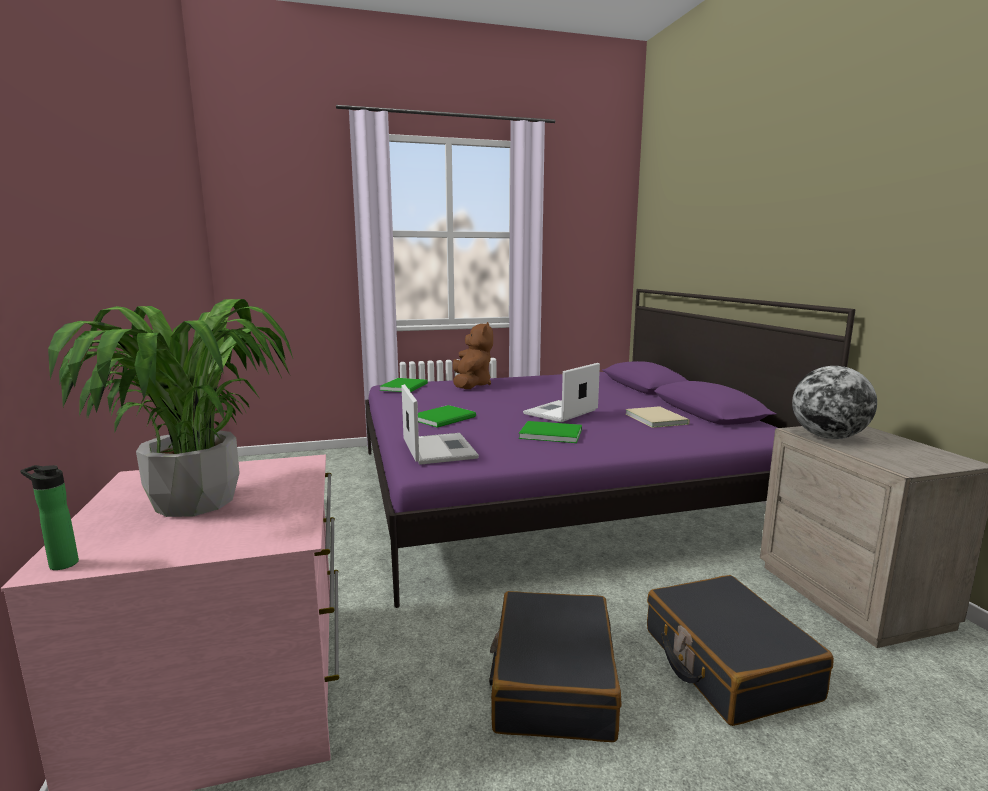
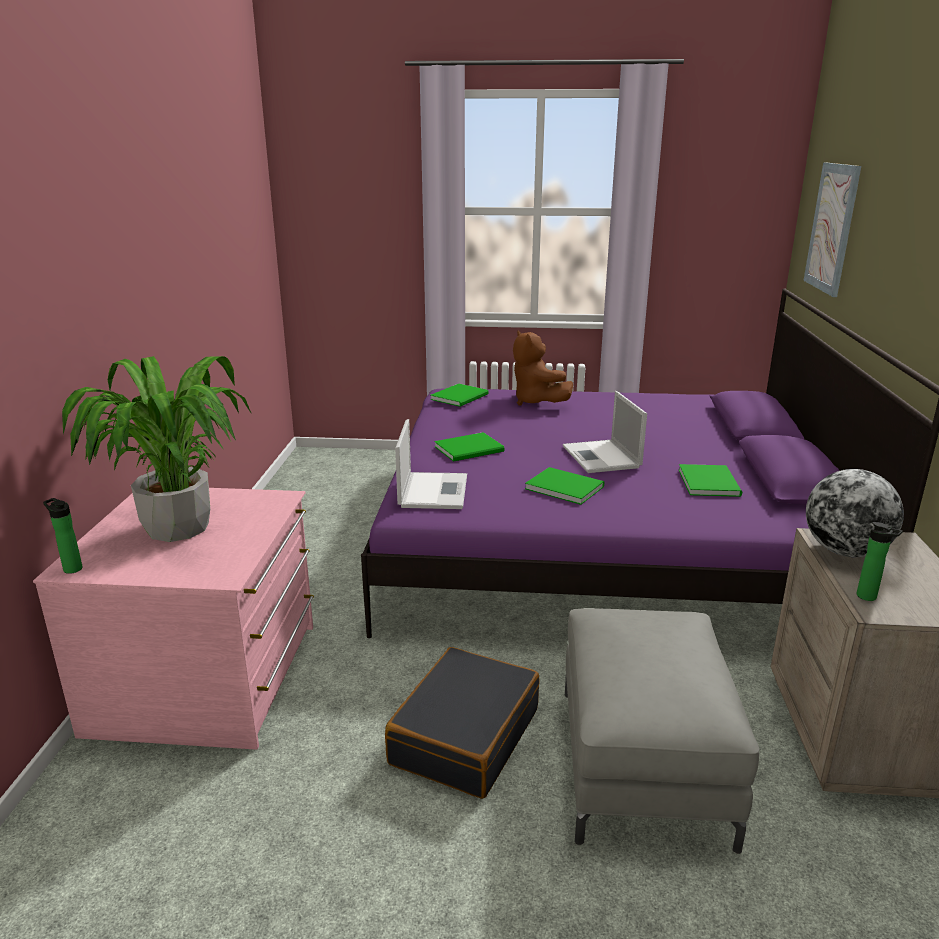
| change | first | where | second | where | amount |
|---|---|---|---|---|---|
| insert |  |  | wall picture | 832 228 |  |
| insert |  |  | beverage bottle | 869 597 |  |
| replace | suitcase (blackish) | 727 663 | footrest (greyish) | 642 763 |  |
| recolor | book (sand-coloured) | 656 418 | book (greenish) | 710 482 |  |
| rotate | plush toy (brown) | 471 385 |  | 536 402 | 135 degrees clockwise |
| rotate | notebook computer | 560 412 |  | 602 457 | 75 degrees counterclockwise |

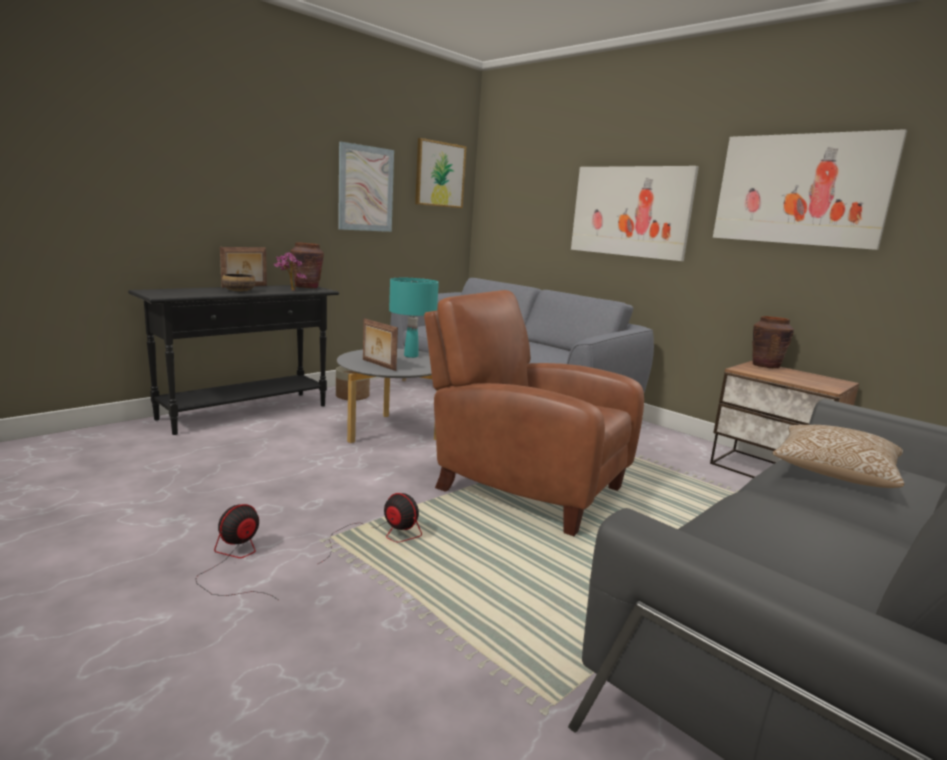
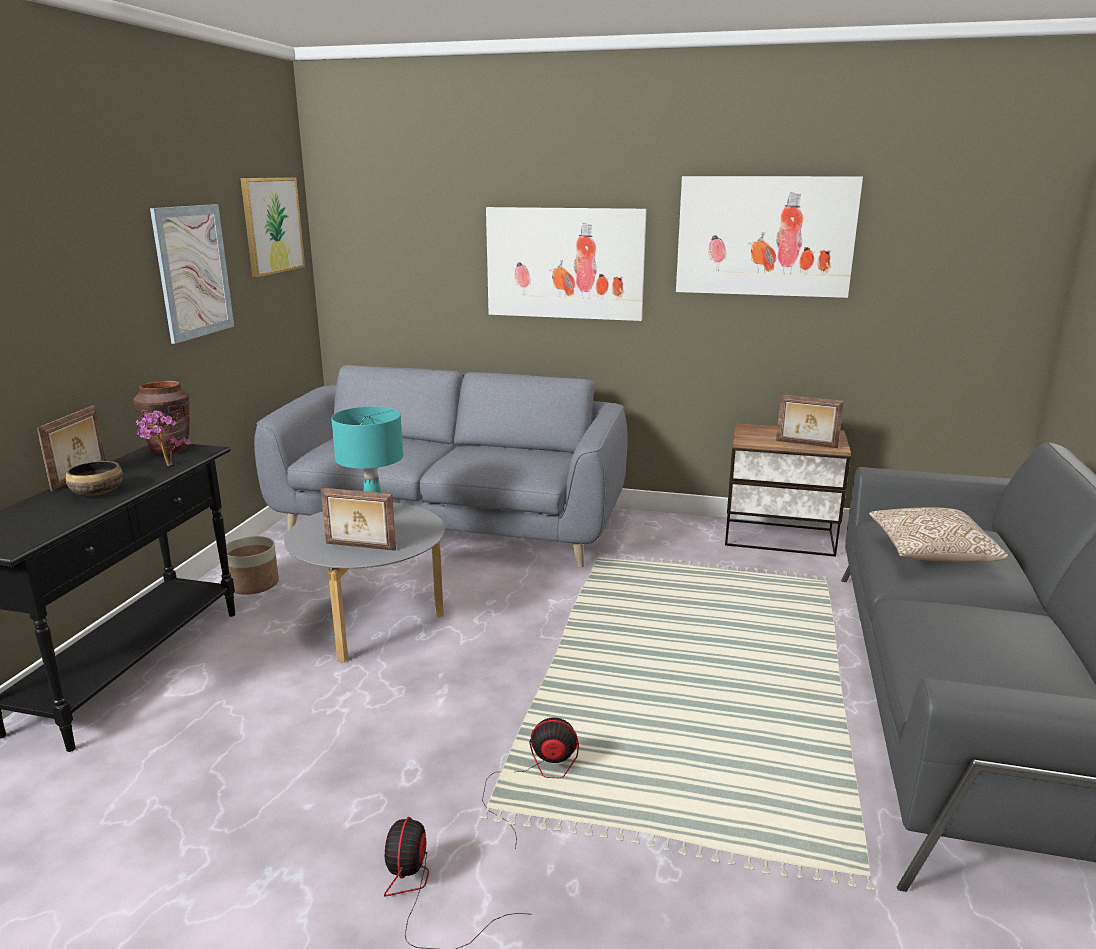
| change | first | where | second | where | amount |
|---|---|---|---|---|---|
| delete | lounge chair (brown) | 524 486 |  |  |  |
| delete | flower vase (brown) | 765 366 |  |  |  |
| insert |  |  | photo frame | 806 444 |  |

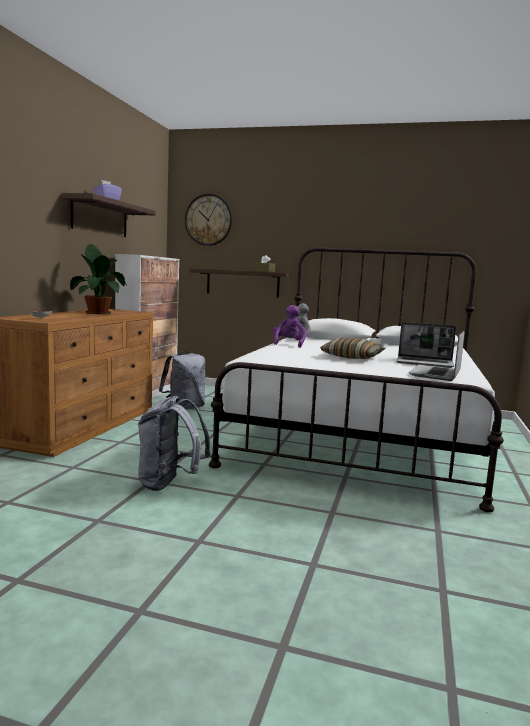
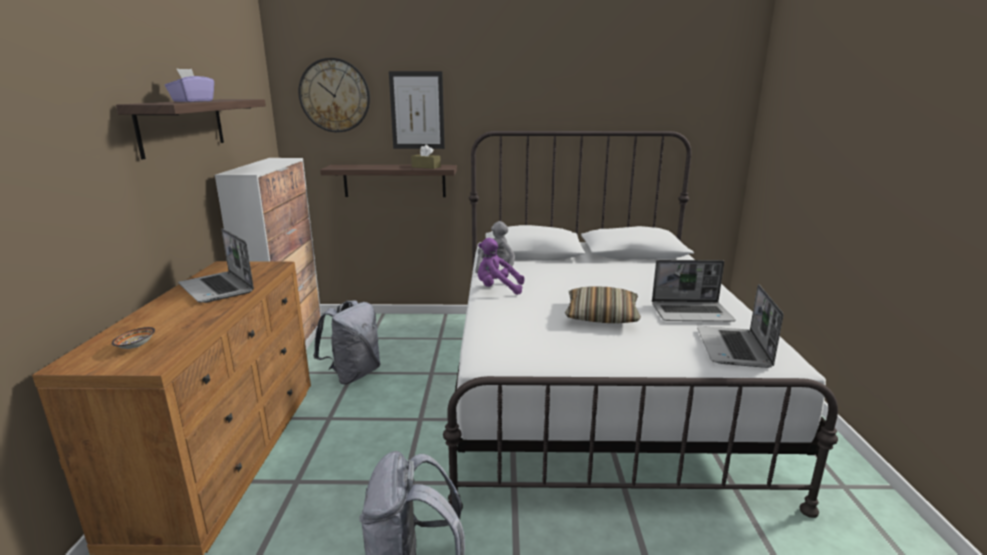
| change | first | where | second | where | amount |
|---|---|---|---|---|---|
| insert |  |  | wall picture | 417 110 |  |
| replace | potted plant | 98 313 | notebook computer | 218 288 |  |
| rotate | plush toy (purplish) | 288 344 |  | 497 289 | 75 degrees counterclockwise |

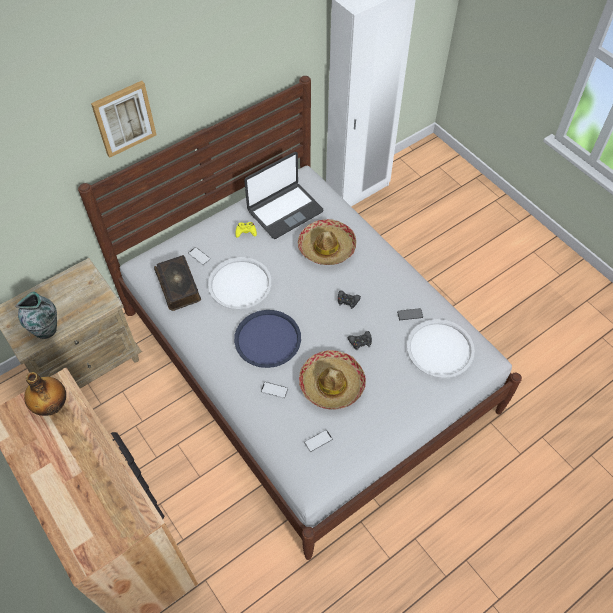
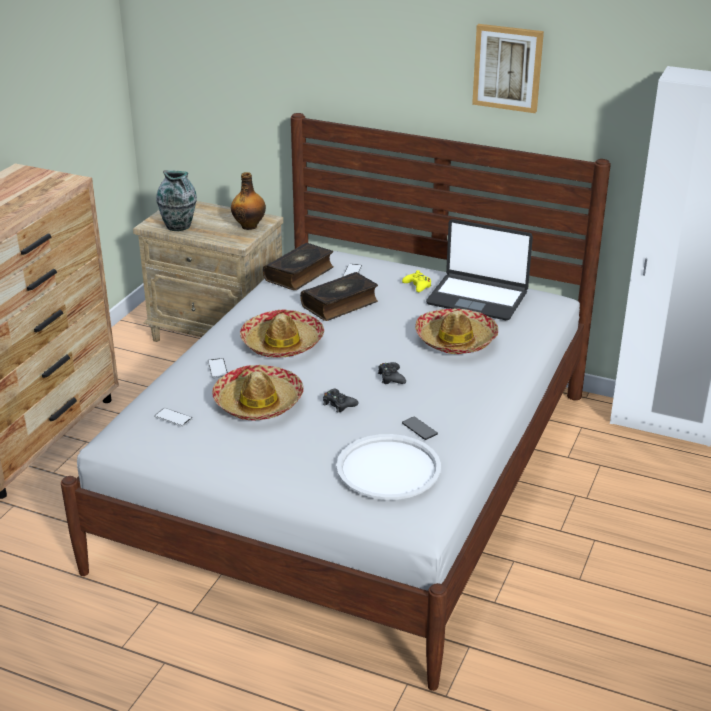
| change | first | where | second | where | amount |
|---|---|---|---|---|---|
| move | beverage bottle | 52 405 |  | 249 226 |  |
| move | wall picture | 124 118 |  | 508 67 |  |
| replace | carrying tray (white) | 240 284 | book | 340 304 |  |
| replace | carrying tray (blue-coloured) | 268 339 | hat | 282 343 |  |

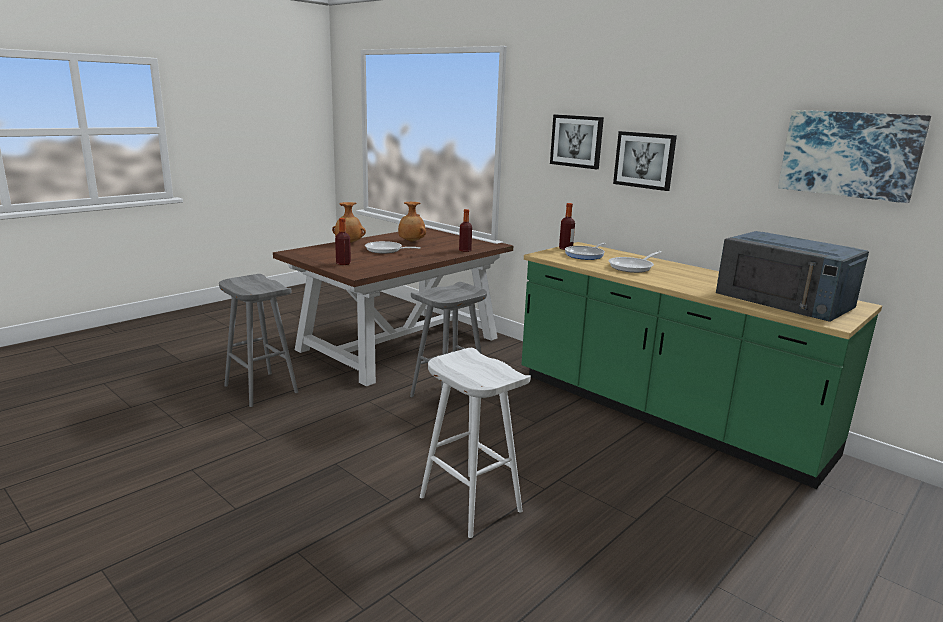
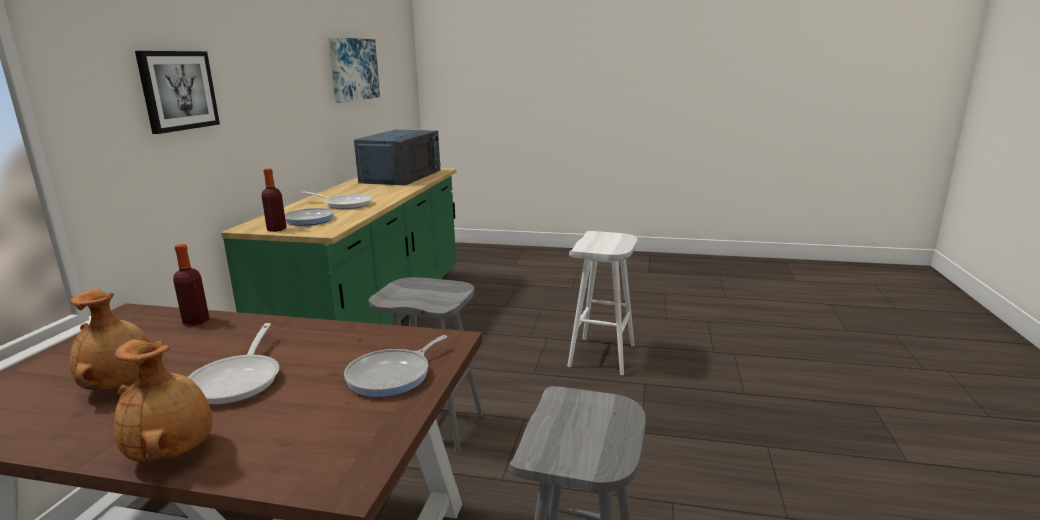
| change | first | where | second | where | amount |
|---|---|---|---|---|---|
| delete | wall picture | 644 160 |  |  |  |
| replace | beverage bottle | 343 263 | skillet | 392 376 |  |

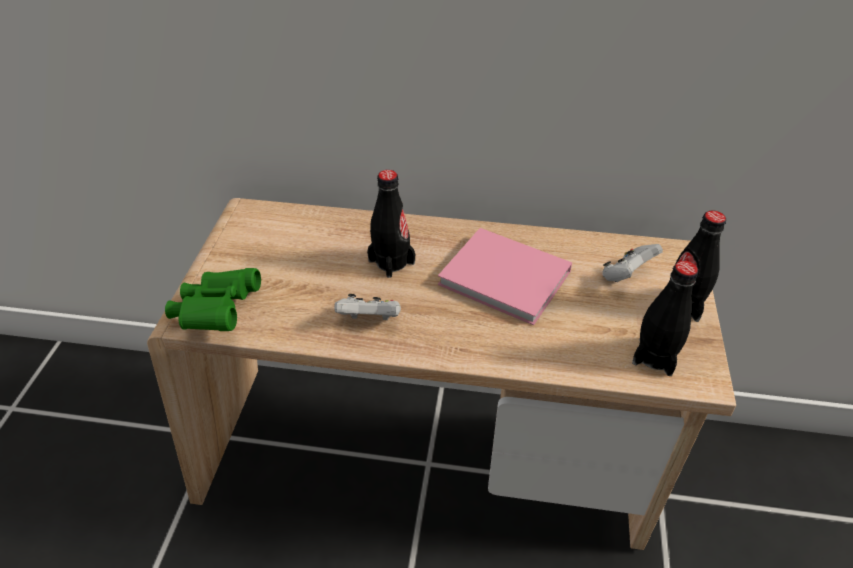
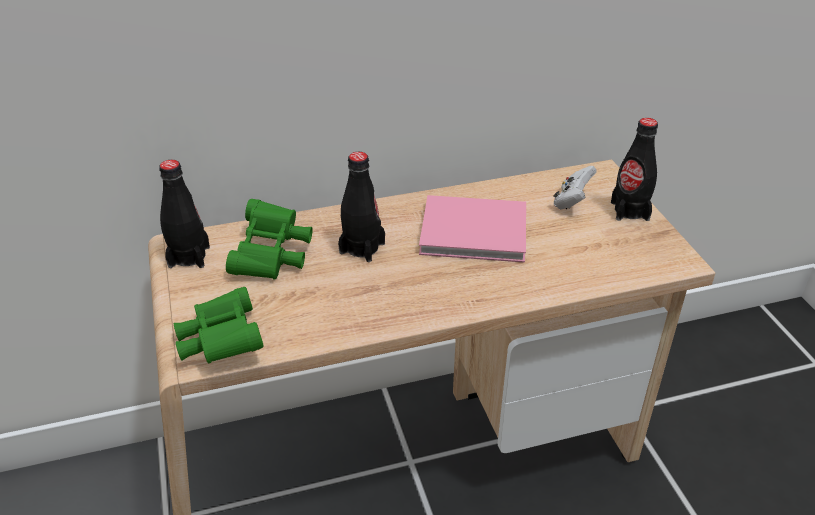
| change | first | where | second | where | amount |
|---|---|---|---|---|---|
| delete | joypad (white) | 370 320 |  |  |  |
| insert |  |  | pair of binoculars (greenish) | 272 256 |  |
| move | beverage bottle (blackish) | 655 356 |  | 189 256 |  |

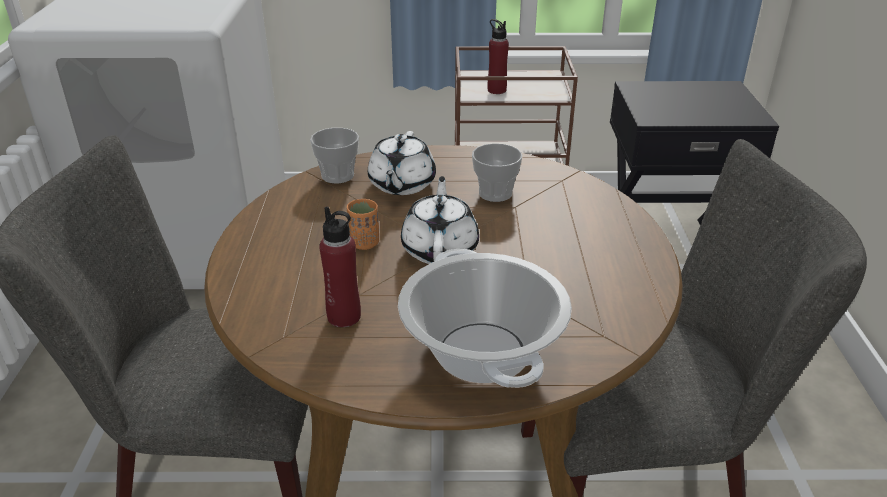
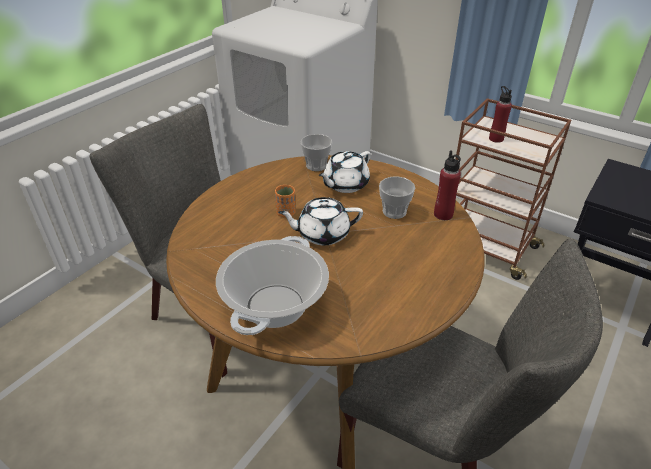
| change | first | where | second | where | amount |
|---|---|---|---|---|---|
| move | beverage bottle (reddish) | 344 316 |  | 443 214 |  |
| rotate | teapot (white) | 440 249 |  | 322 234 | 135 degrees counterclockwise |

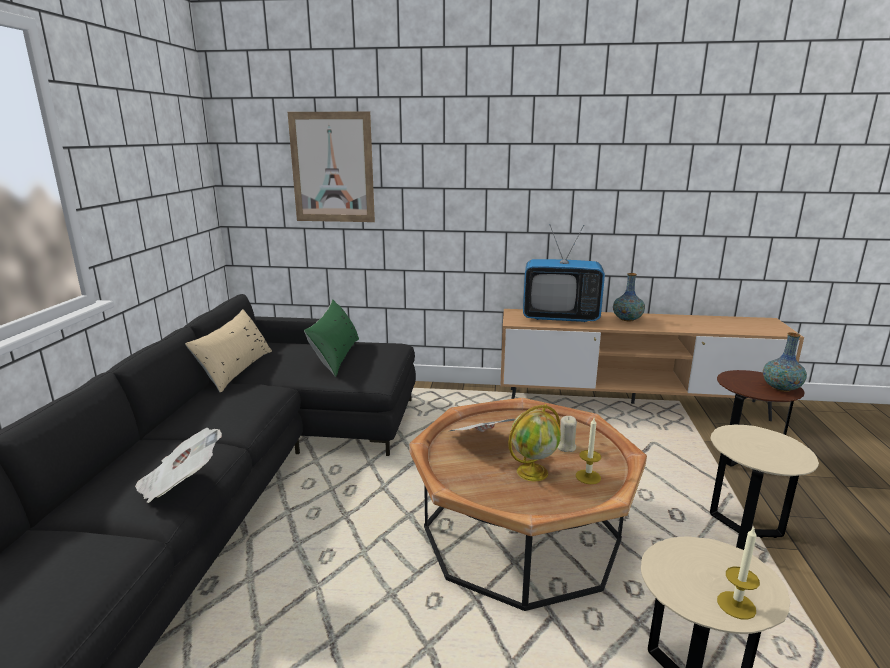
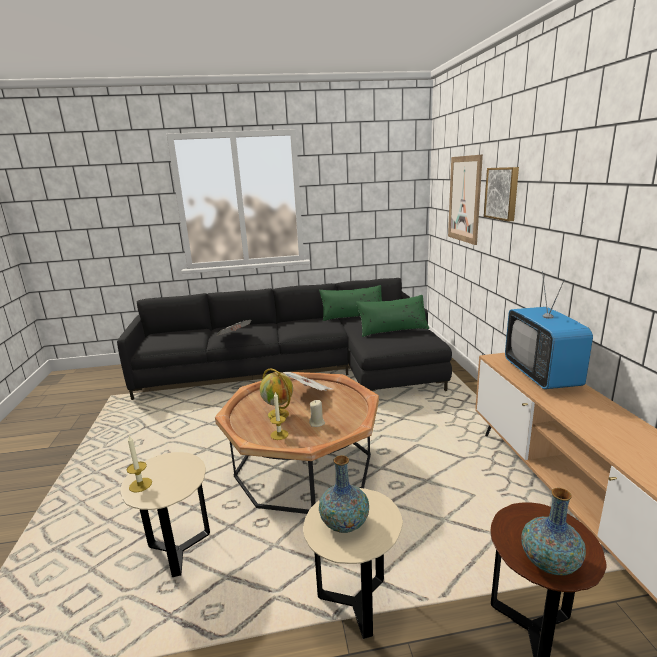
| change | first | where | second | where | amount |
|---|---|---|---|---|---|
| insert |  |  | wall picture | 502 193 |  |
| move | flower vase | 627 319 |  | 344 523 |  |
| recolor | pillow (sand-coloured) | 235 369 | pillow (greenish) | 352 316 |  |

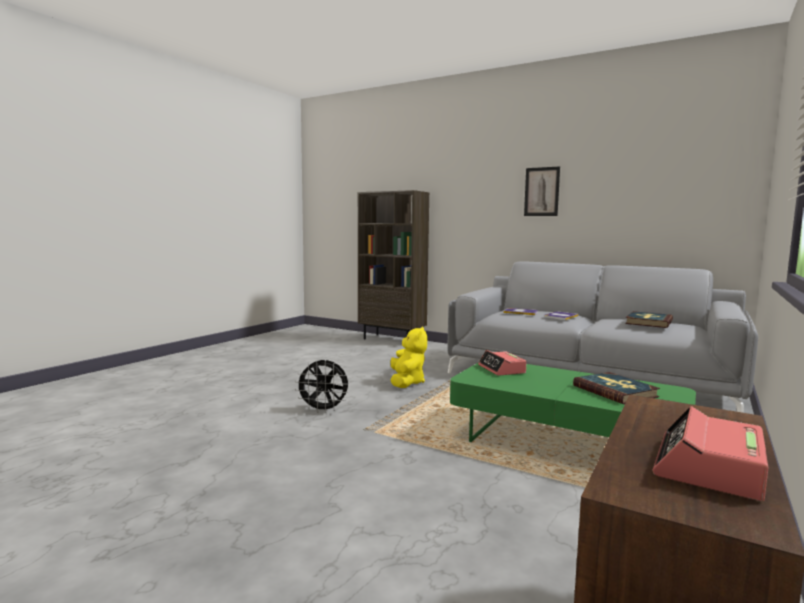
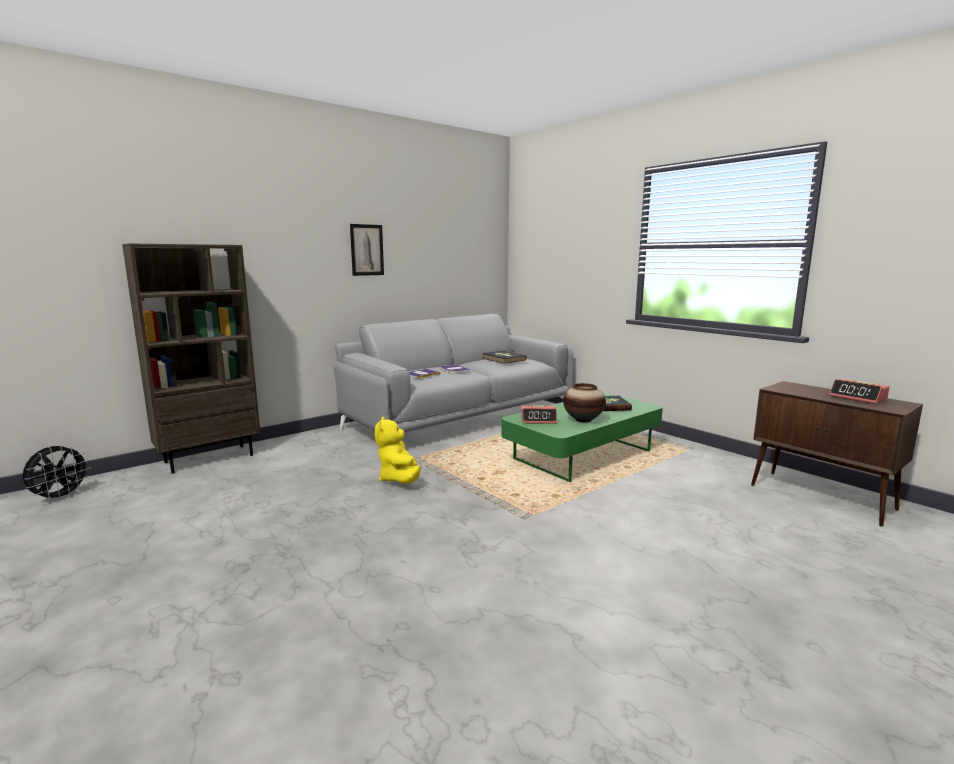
| change | first | where | second | where | amount |
|---|---|---|---|---|---|
| insert |  |  | flower vase | 583 420 |  |
| move | electric fan (blackish) | 324 410 |  | 60 497 |  |
| rotate | plush toy (yellow) | 406 382 |  | 399 479 | 120 degrees counterclockwise |

